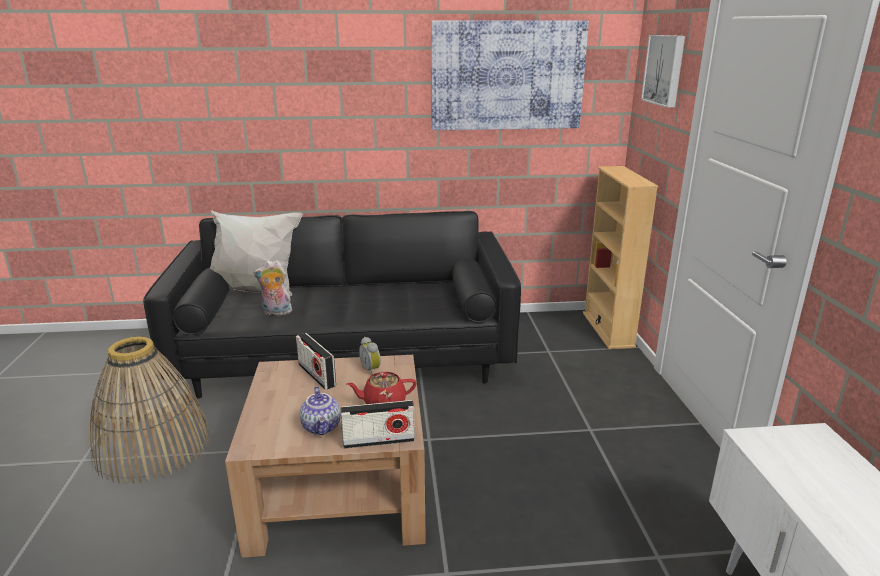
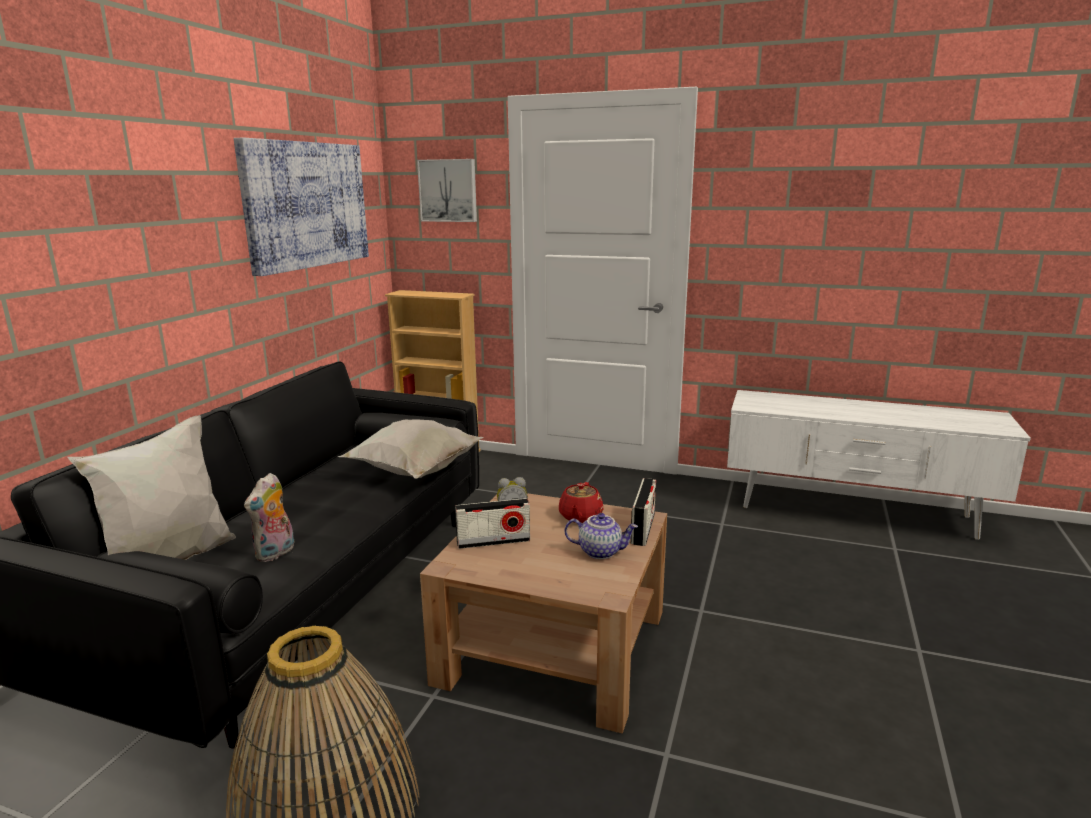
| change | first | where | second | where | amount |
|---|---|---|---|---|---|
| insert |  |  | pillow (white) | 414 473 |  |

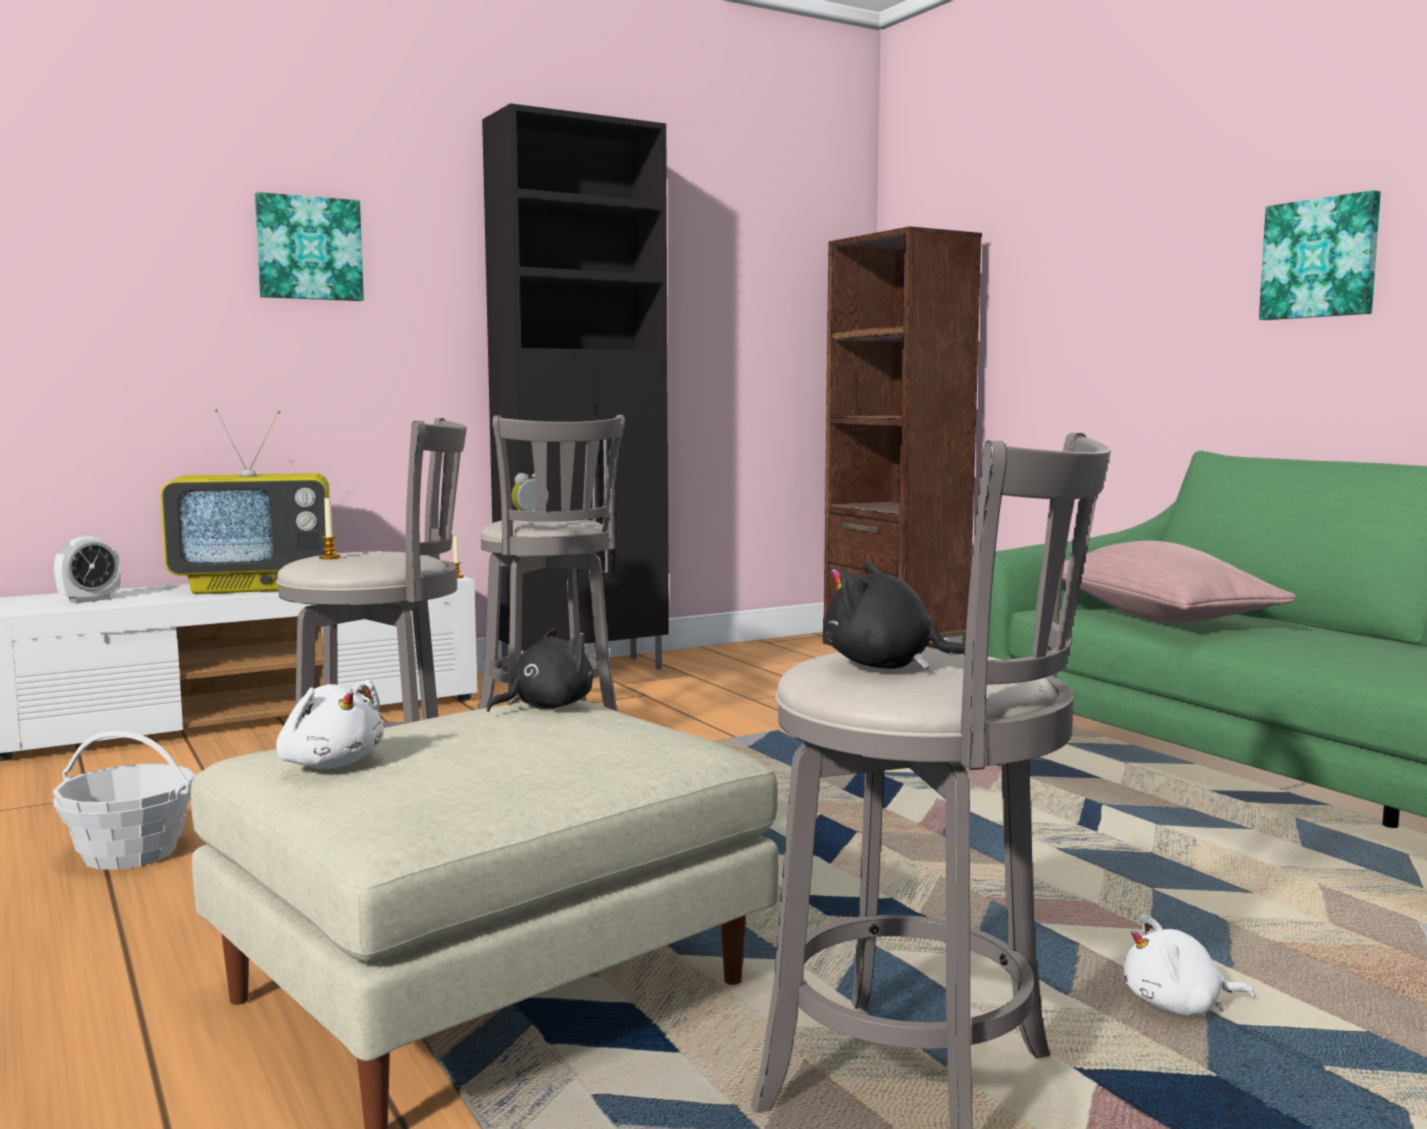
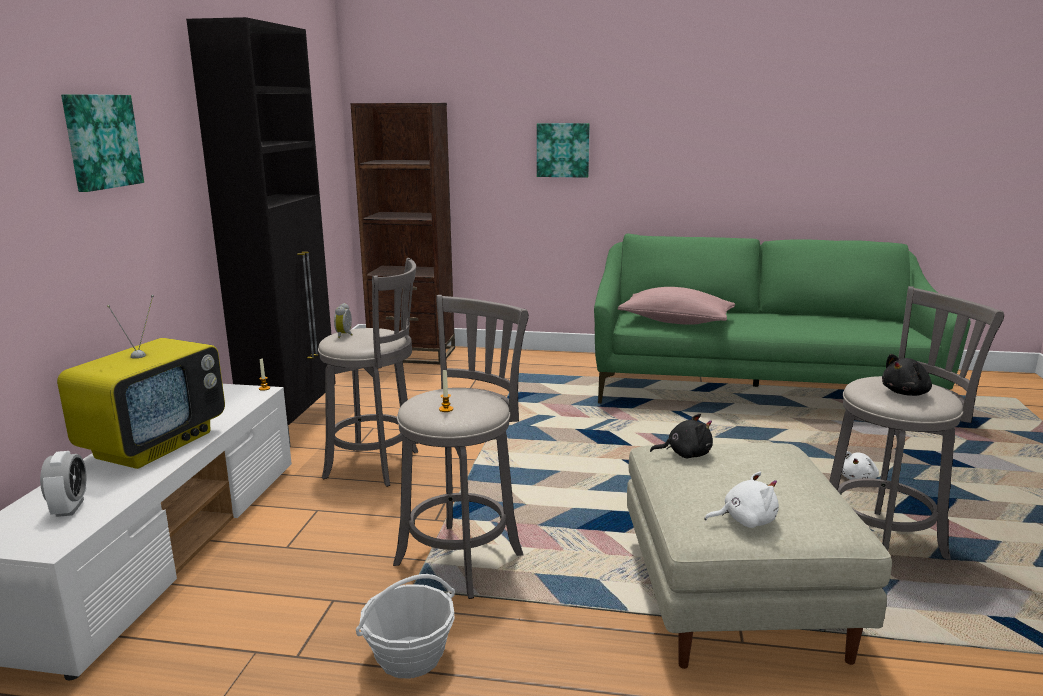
| change | first | where | second | where | amount |
|---|---|---|---|---|---|
| move | wall picture | 1321 258 |  | 563 150 |  |
| rotate | plush toy (blackish) | 546 707 |  | 685 454 | 90 degrees clockwise |

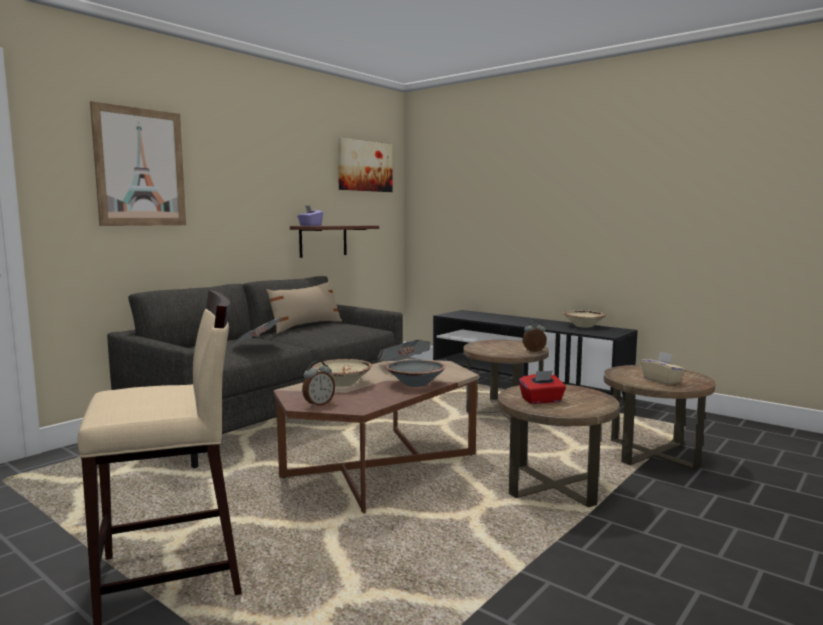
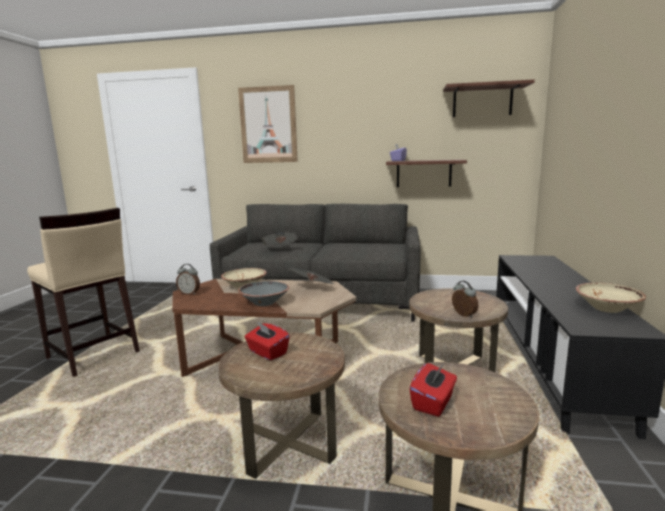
| change | first | where | second | where | amount |
|---|---|---|---|---|---|
| delete | pillow (sand-coloured) | 305 326 |  |  |  |
| replace | wall picture | 364 166 | bracket shelf | 482 101 |  |
| recolor | box of tissues (sand-coloured) | 662 381 | box of tissues (reddish) | 433 403 |  |

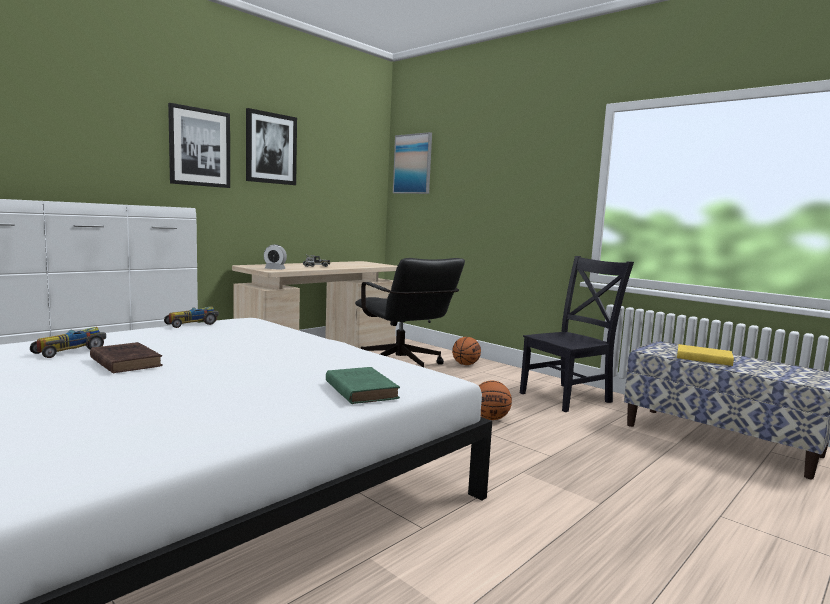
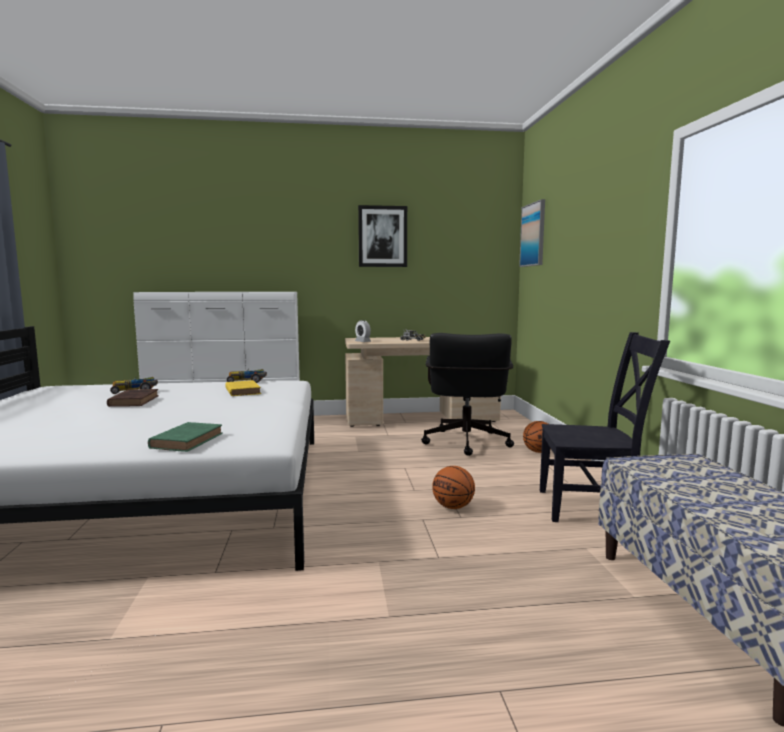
| change | first | where | second | where | amount |
|---|---|---|---|---|---|
| delete | wall picture | 199 147 |  |  |  |
| move | book (yellow) | 702 358 |  | 242 391 |  |

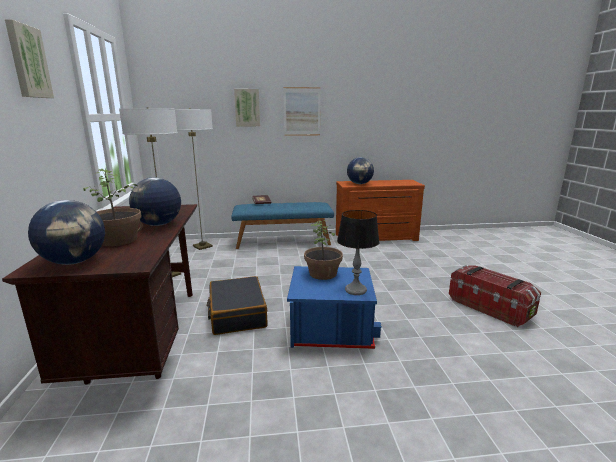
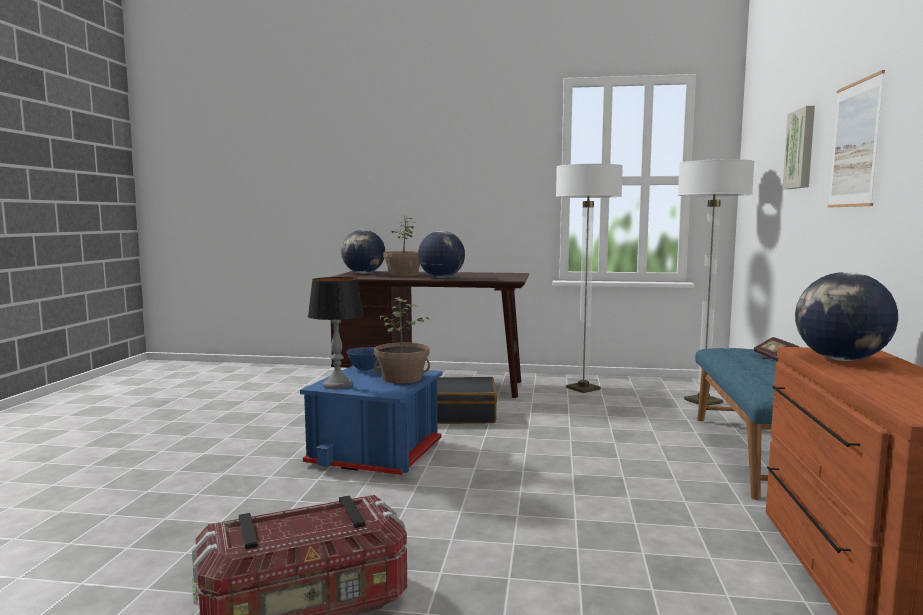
| change | first | where | second | where | amount |
|---|---|---|---|---|---|
| delete | wall picture | 27 62 |  |  |  |
| insert |  |  | deep dish (blue-coloured) | 366 369 |  |

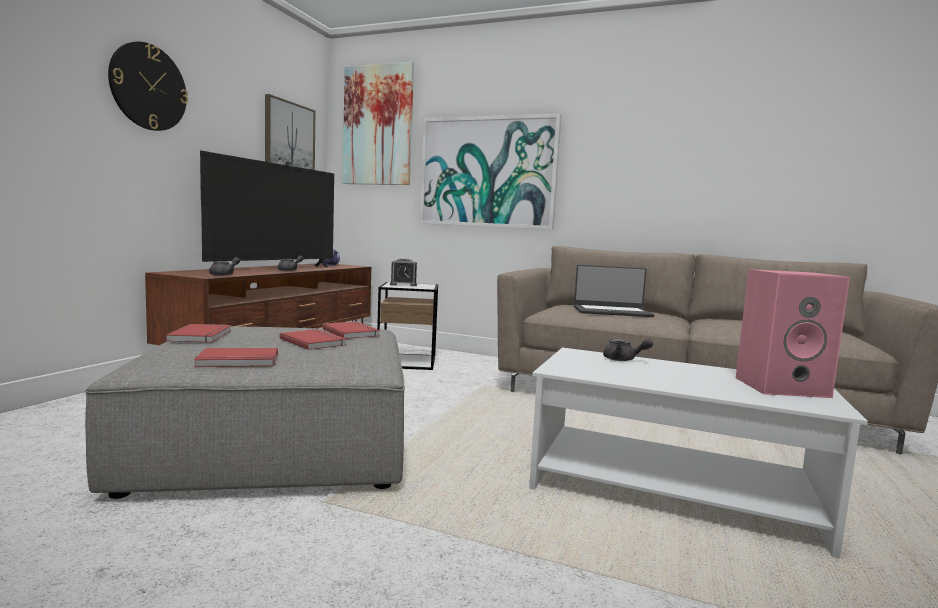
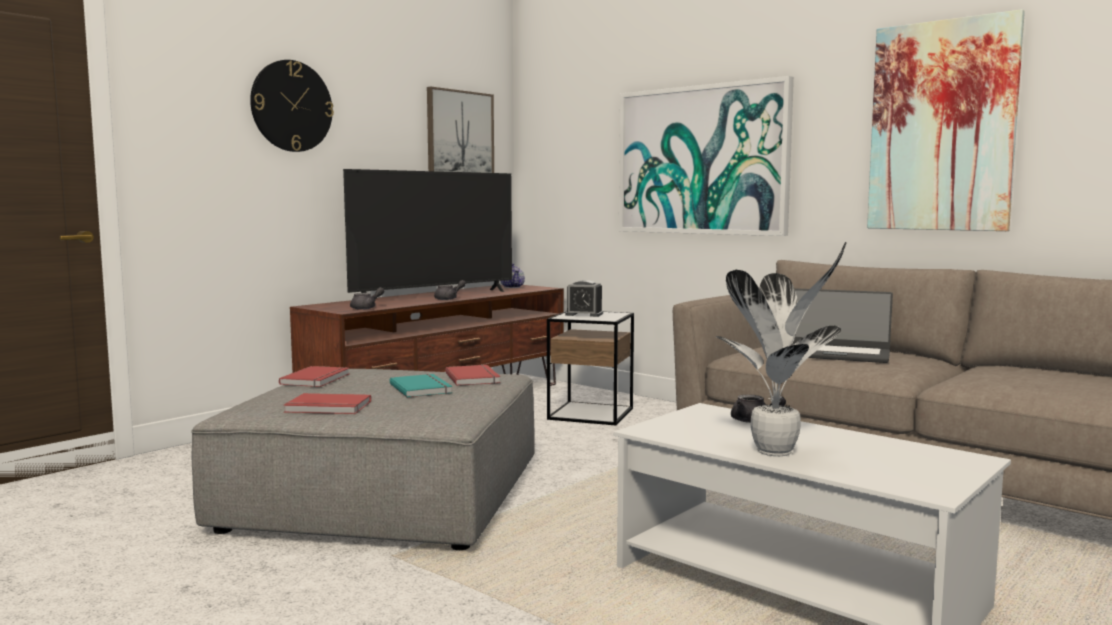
| change | first | where | second | where | amount |
|---|---|---|---|---|---|
| delete | speaker (pink) | 782 387 |  |  |  |
| insert |  |  | potted plant | 778 452 |  |
| move | wall picture | 378 125 |  | 941 126 |  |
| recolor | book (reddish) | 314 342 | book (turquoise-coloured) | 422 388 |  |

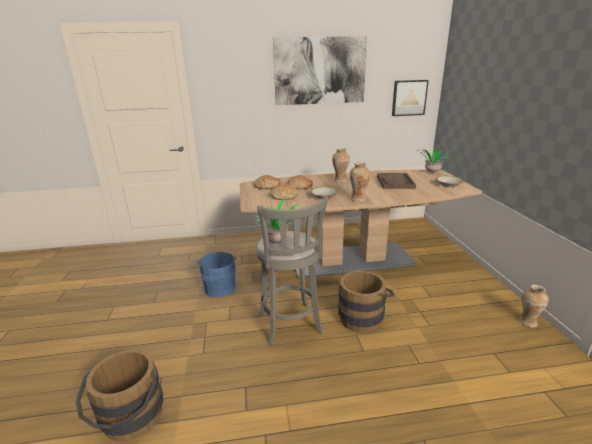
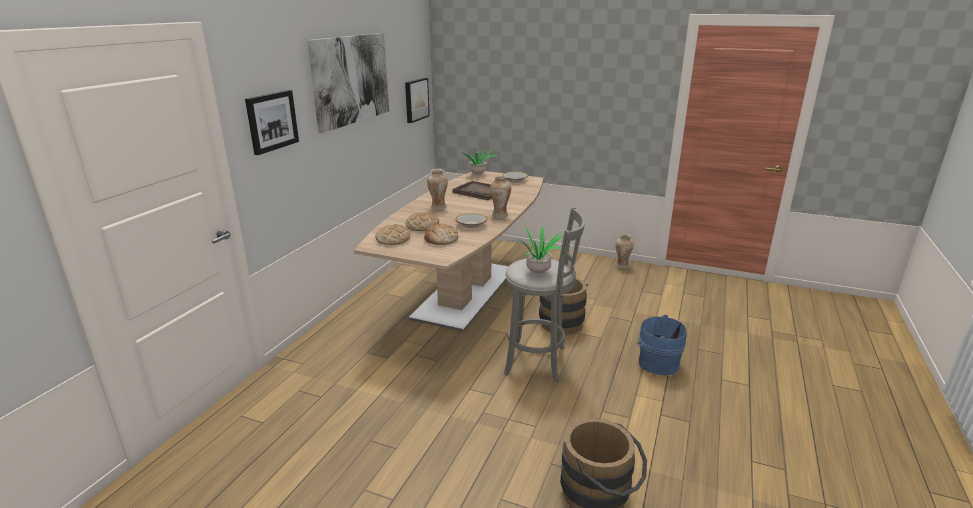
| change | first | where | second | where | amount |
|---|---|---|---|---|---|
| insert |  |  | wall picture | 271 121 |  |
| move | bucket (blue-coloured) | 220 287 |  | 656 363 |  |

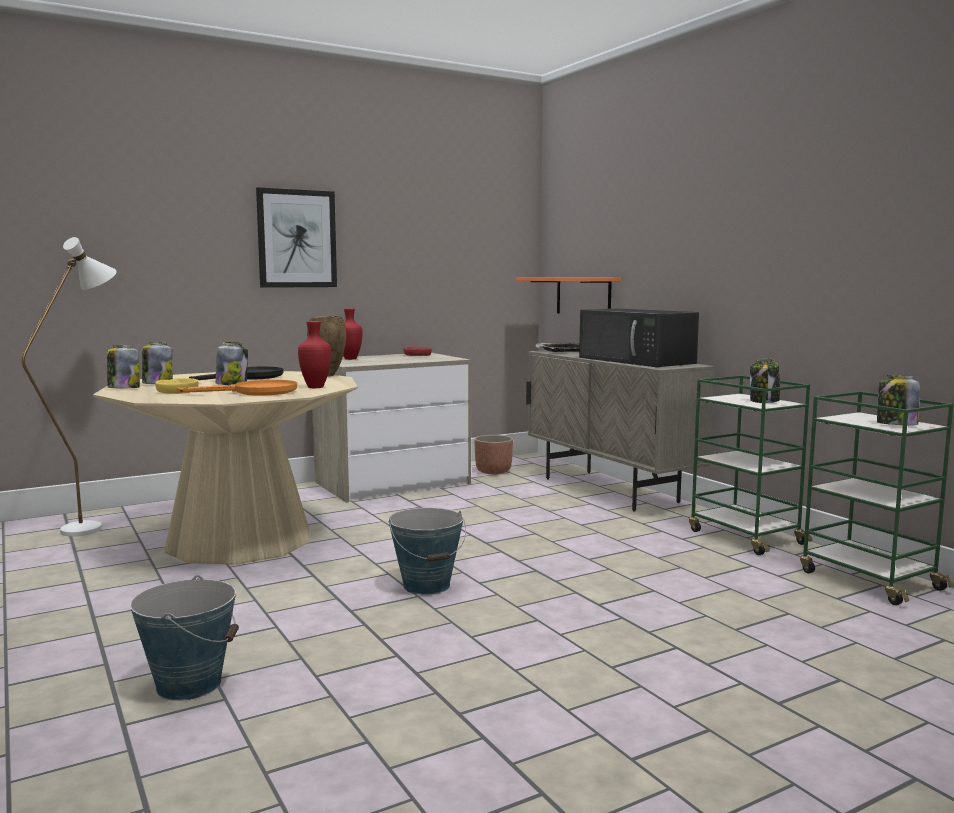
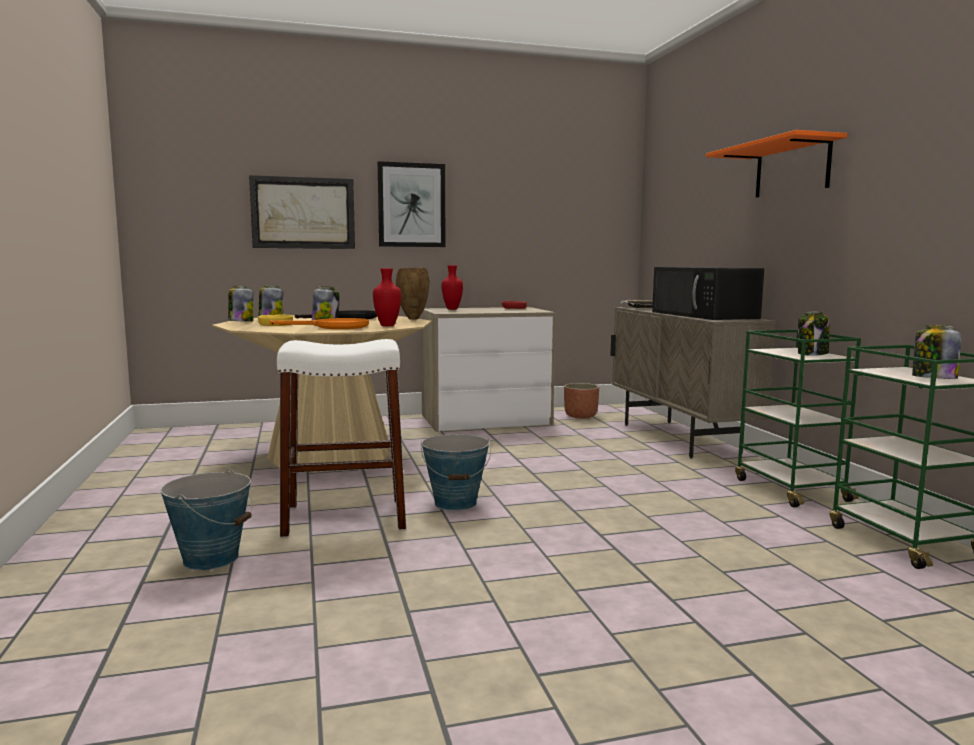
| change | first | where | second | where | amount |
|---|---|---|---|---|---|
| delete | standing lamp (white) | 93 526 |  |  |  |
| insert |  |  | wall picture | 303 213 |  |
| insert |  |  | stool (white) | 344 517 |  |
| move | bracket shelf (orange-coloured) | 583 296 |  | 792 169 |  |

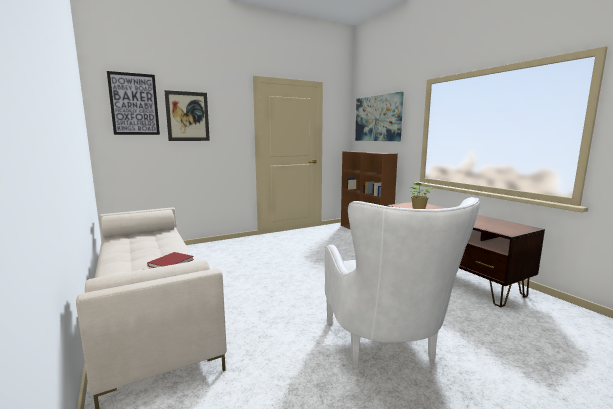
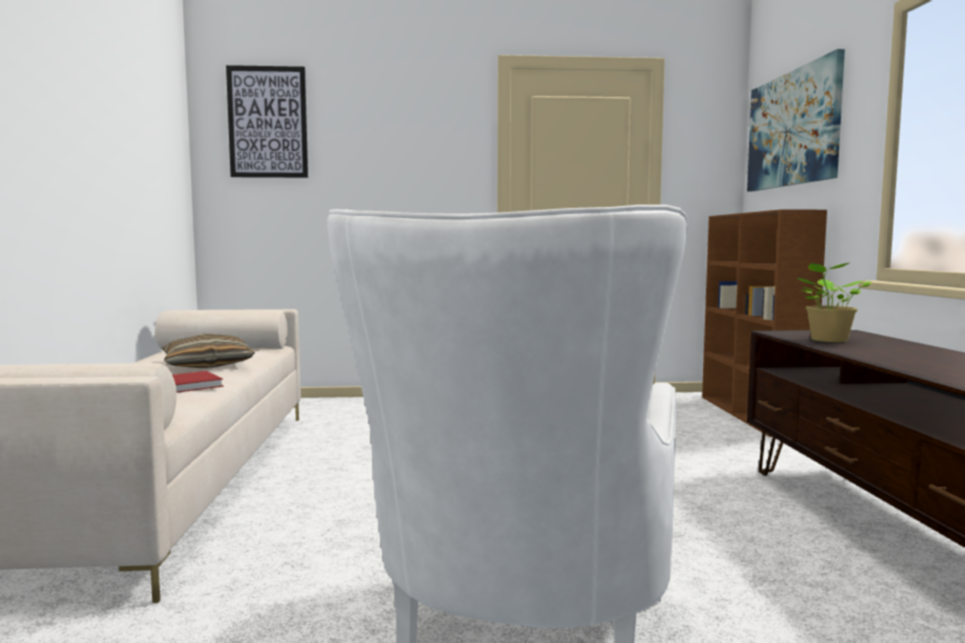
| change | first | where | second | where | amount |
|---|---|---|---|---|---|
| delete | wall picture | 187 116 |  |  |  |
| insert |  |  | pillow | 207 365 |  |

